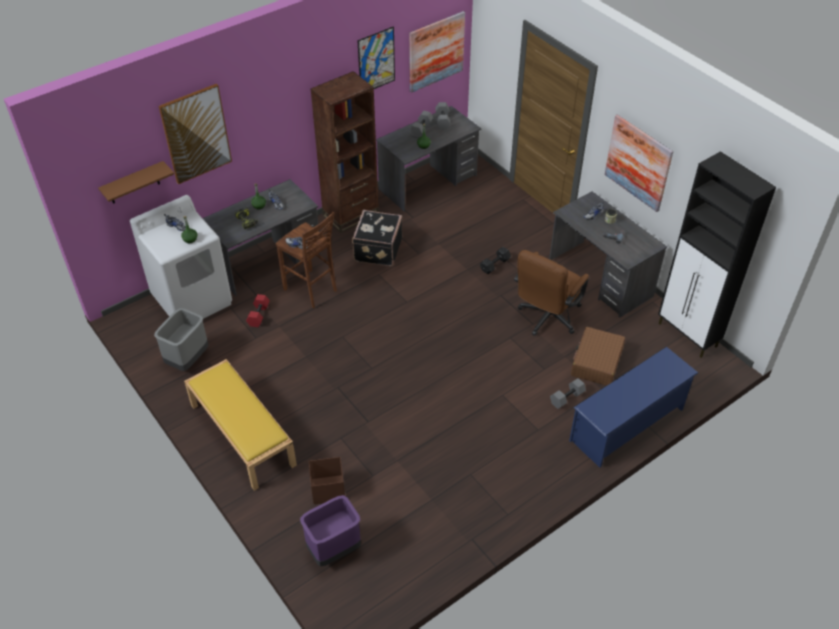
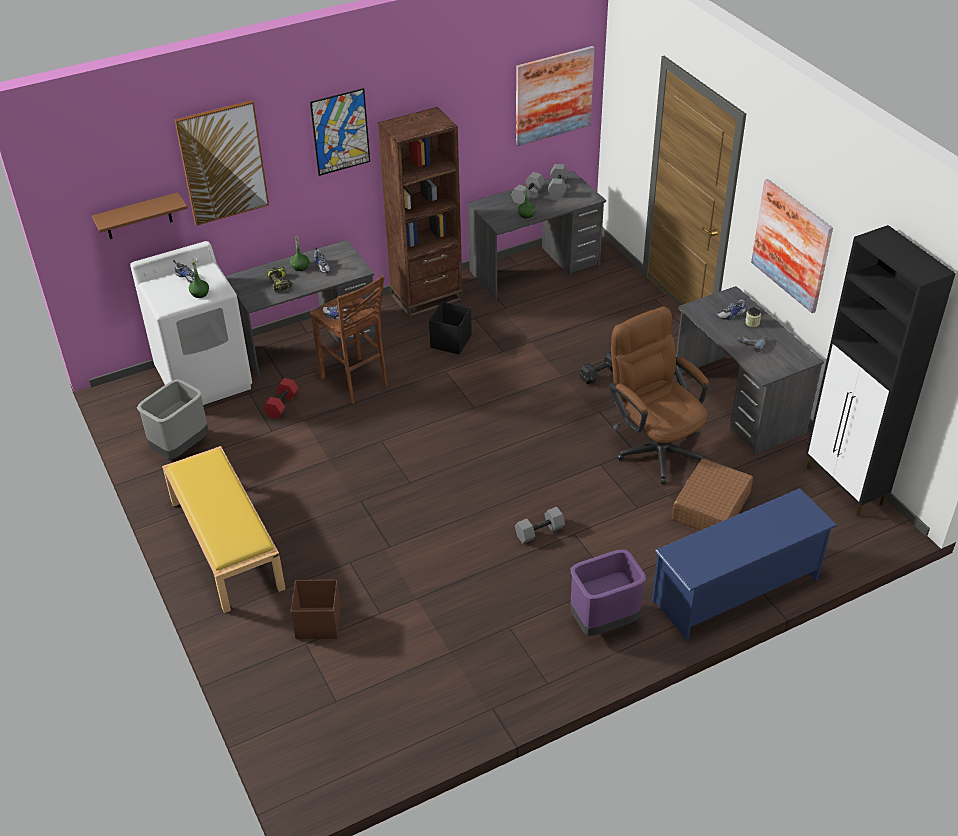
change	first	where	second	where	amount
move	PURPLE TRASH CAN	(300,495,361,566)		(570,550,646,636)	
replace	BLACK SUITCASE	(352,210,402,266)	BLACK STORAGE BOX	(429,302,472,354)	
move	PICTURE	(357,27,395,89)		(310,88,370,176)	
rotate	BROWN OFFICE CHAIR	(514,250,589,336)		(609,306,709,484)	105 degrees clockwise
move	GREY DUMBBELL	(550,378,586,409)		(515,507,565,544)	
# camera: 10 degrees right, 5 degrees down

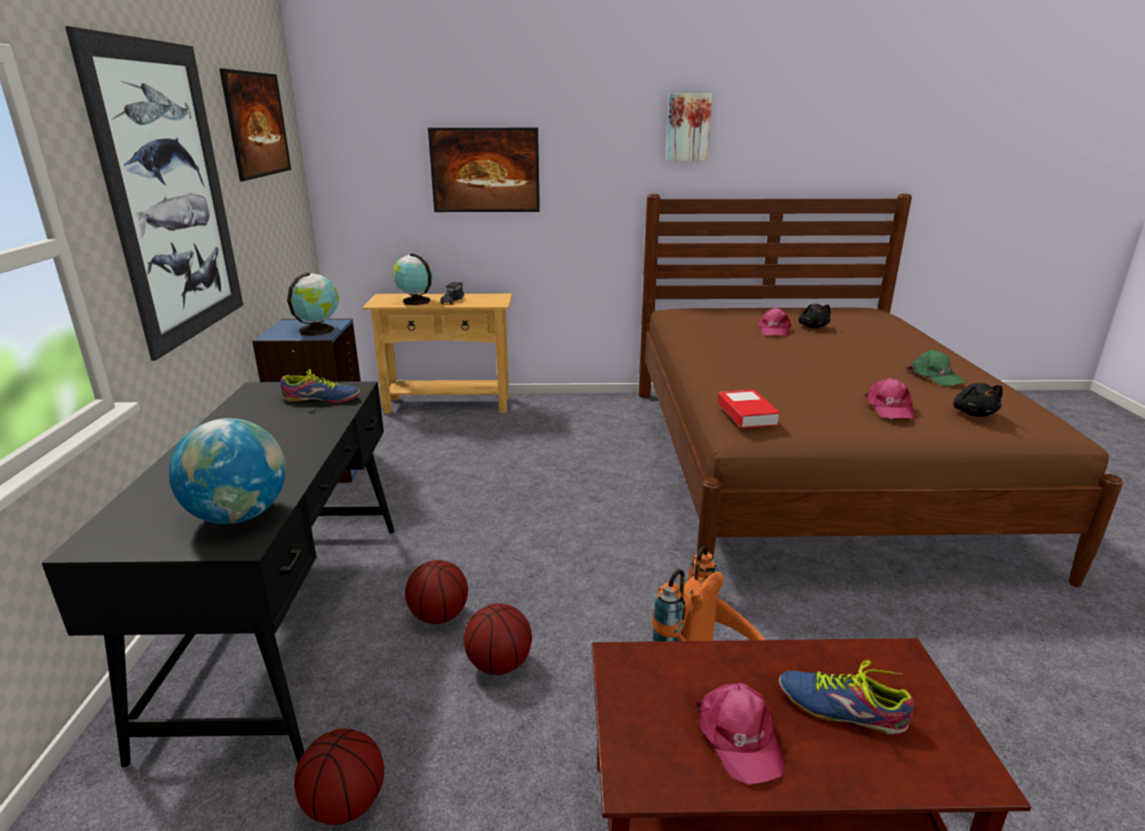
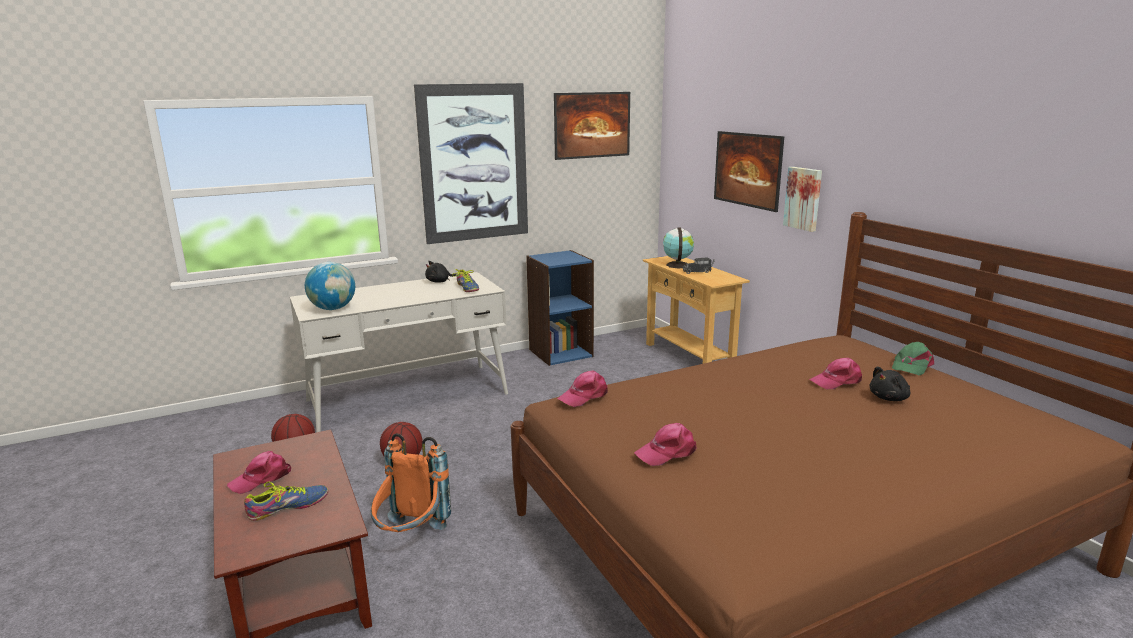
change	first	where	second	where	amount
recolor	BLACK DESK	(42,381,395,767)	WHITE DESK	(290,272,508,432)	
delete	GLOBE	(287,272,339,336)			
delete	BASKETBALL	(405,560,468,624)			
move	PICTURE	(666,93,712,161)		(783,167,822,232)	
replace	BOOK	(718,390,780,428)	PINK CAP	(557,371,608,407)	
rotate	SHOE	(779,660,914,735)		(244,482,328,521)	60 degrees clockwise
move	GREEN CAP	(907,350,965,386)		(892,342,934,375)	
move	BLACK PLUSH TOY	(953,383,1003,417)		(425,261,456,283)	
# camera: 65 degrees right, 5 degrees down

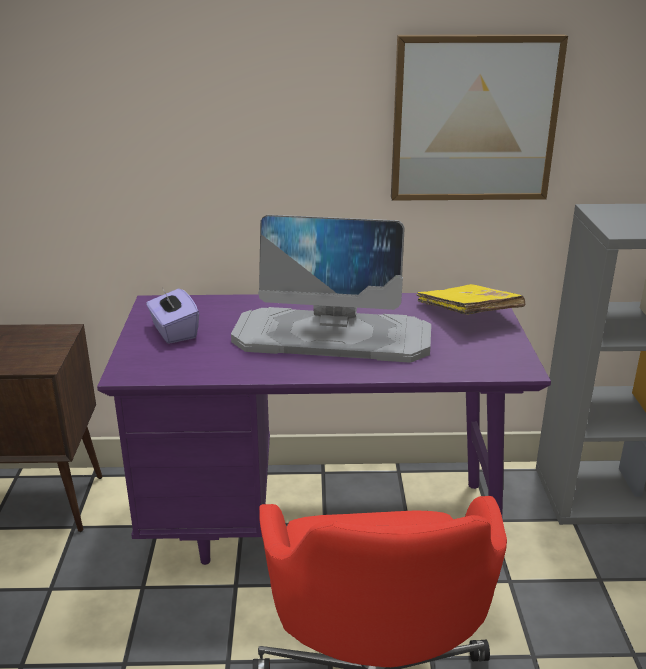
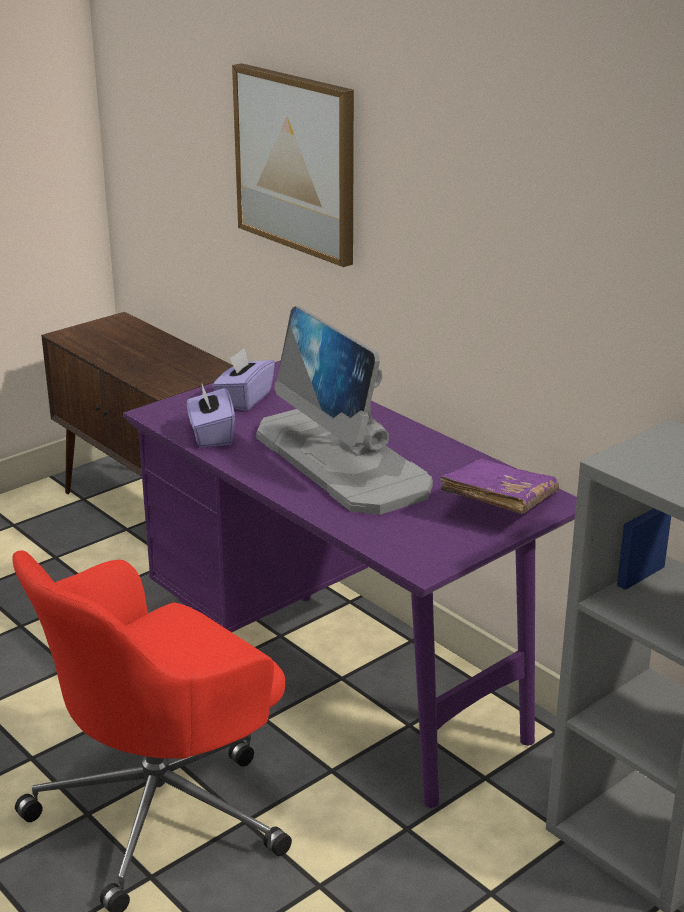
change	first	where	second	where	amount
move	PICTURE	(391,34,568,201)		(232,63,354,267)	
recolor	YELLOW BOOK	(417,284,525,315)	PURPLE BOOK	(440,458,559,514)	
insert			PURPLE TISSUE BOX	(187,384,235,447)	
# camera: 50 degrees right, 0 degrees up

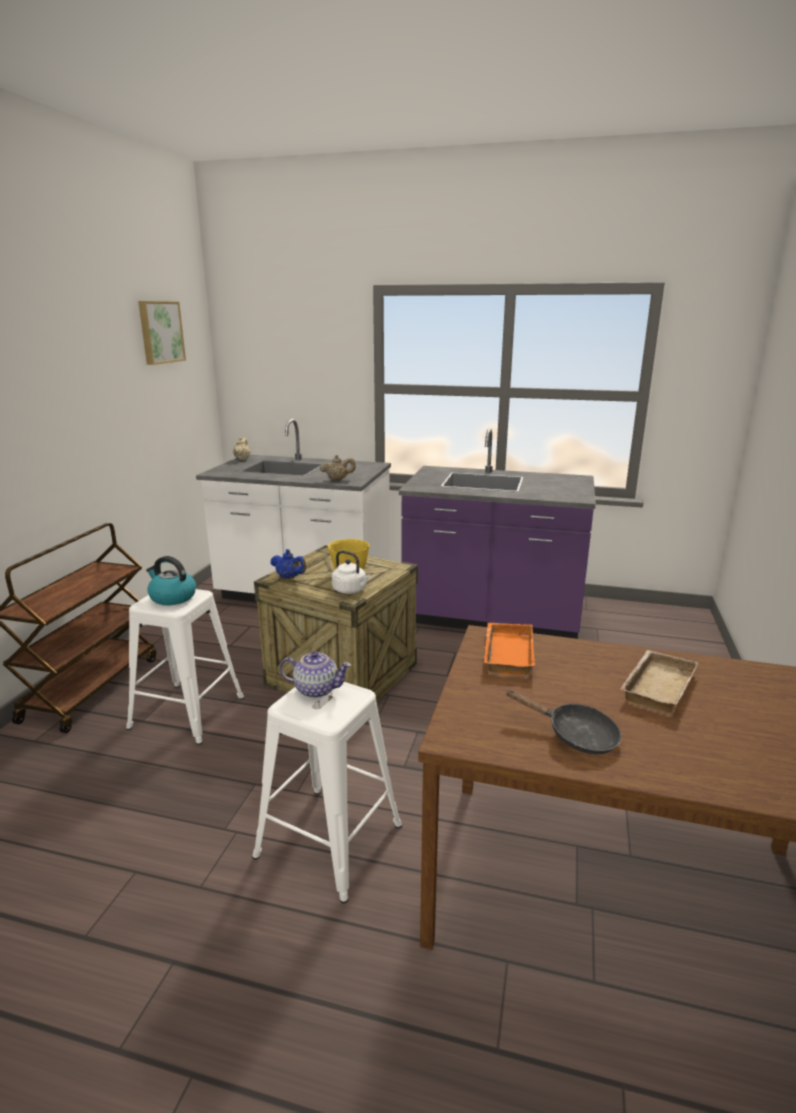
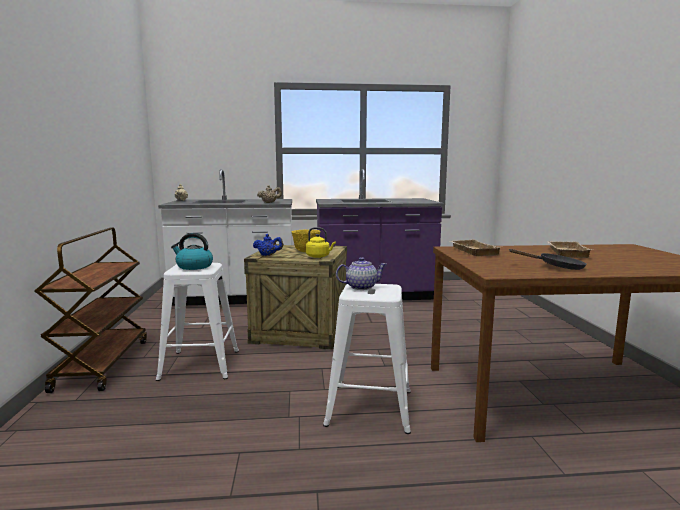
change	first	where	second	where	amount
delete	PICTURE	(138,301,186,365)			
recolor	WHITE KETTLE	(332,550,371,594)	YELLOW KETTLE	(306,227,336,258)	
recolor	ORANGE TRAY	(484,623,535,675)	BEIGE TRAY	(450,239,500,256)	
# camera: 20 degrees left, 10 degrees down

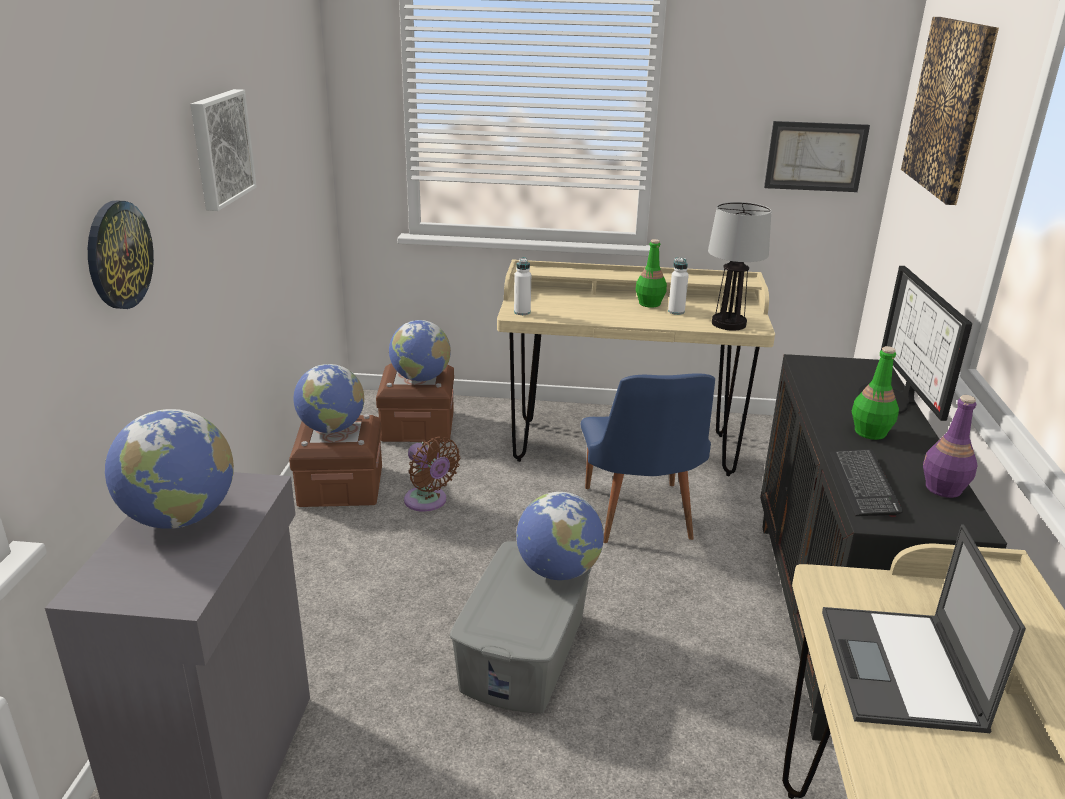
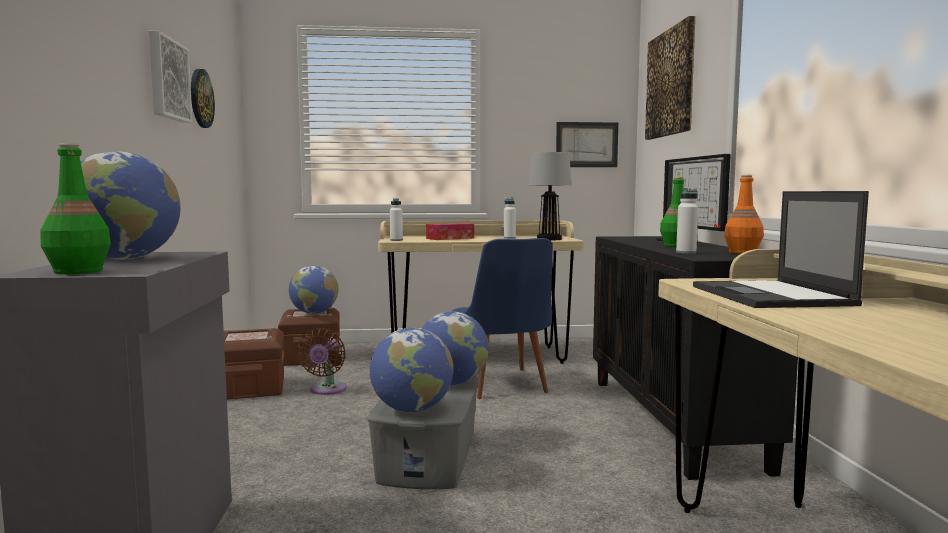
change	first	where	second	where	amount
move	WALL CLOCK	(88,201,154,309)		(191,69,215,128)	
move	GLOBE	(294,364,364,433)		(370,328,453,413)	
rotate	BROWN FAN	(404,436,460,512)		(297,328,347,395)	60 degrees clockwise
move	GREEN BOTTLE	(636,239,667,308)		(40,143,111,274)	
replace	KEYBOARD	(829,449,903,517)	WHITE BOTTLE	(676,188,698,254)	
recolor	PURPLE BOTTLE	(923,395,978,498)	ORANGE BOTTLE	(724,175,764,254)	
insert			TISSUE BOX	(426,223,474,240)	
# camera: 10 degrees left, 20 degrees down

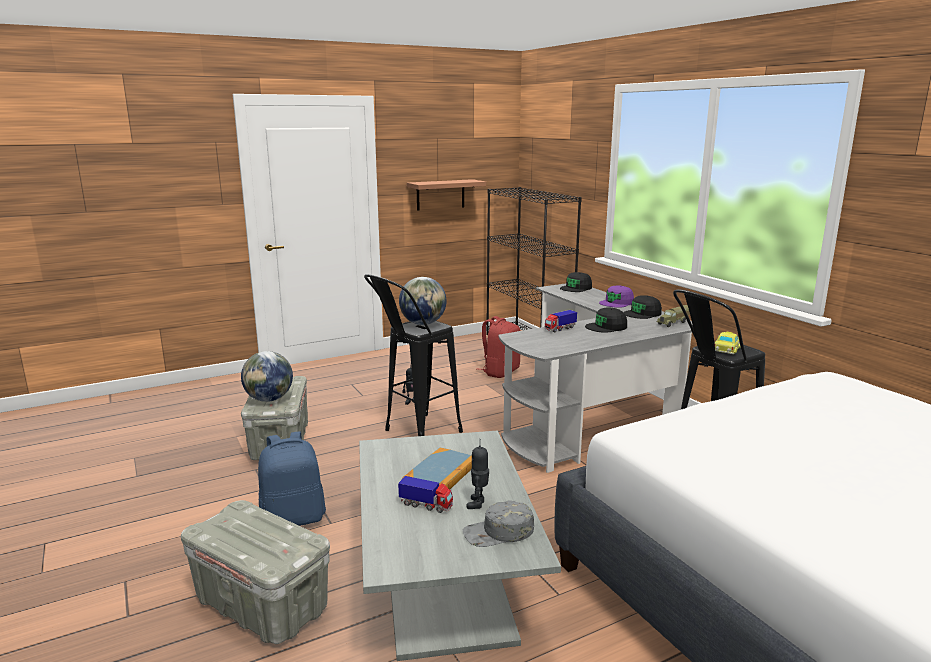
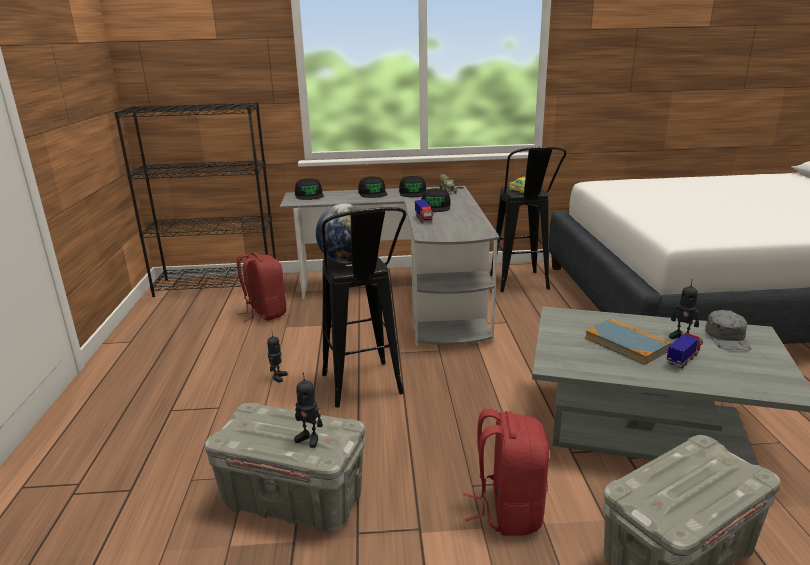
change	first	where	second	where	amount
replace	GLOBE	(241,351,293,402)	TOY ROBOT	(294,372,323,448)	
recolor	BLUE BACKPACK	(258,431,326,526)	RED BACKPACK	(463,409,549,536)	
delete	SHELF	(407,179,486,211)			
recolor	PURPLE CAP	(599,286,634,308)	BLACK CAP	(358,177,388,198)	
# camera: 65 degrees left, 5 degrees up

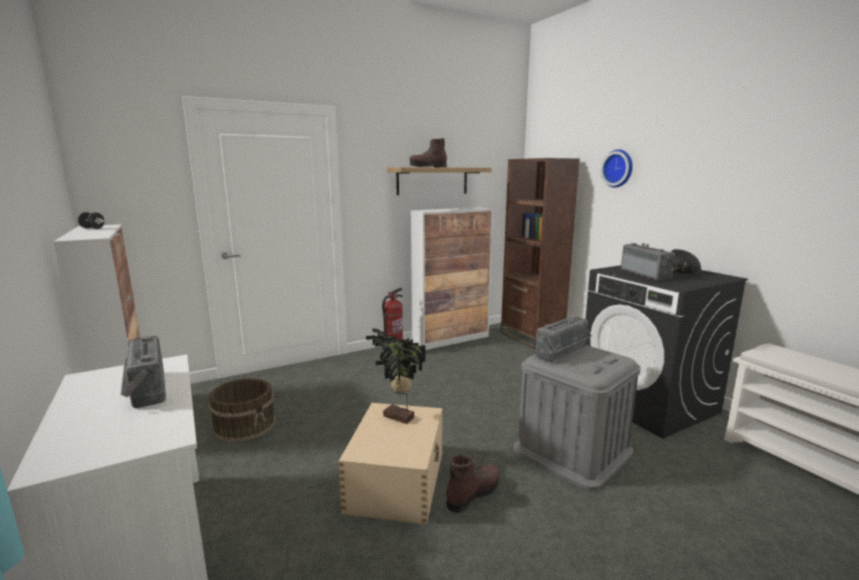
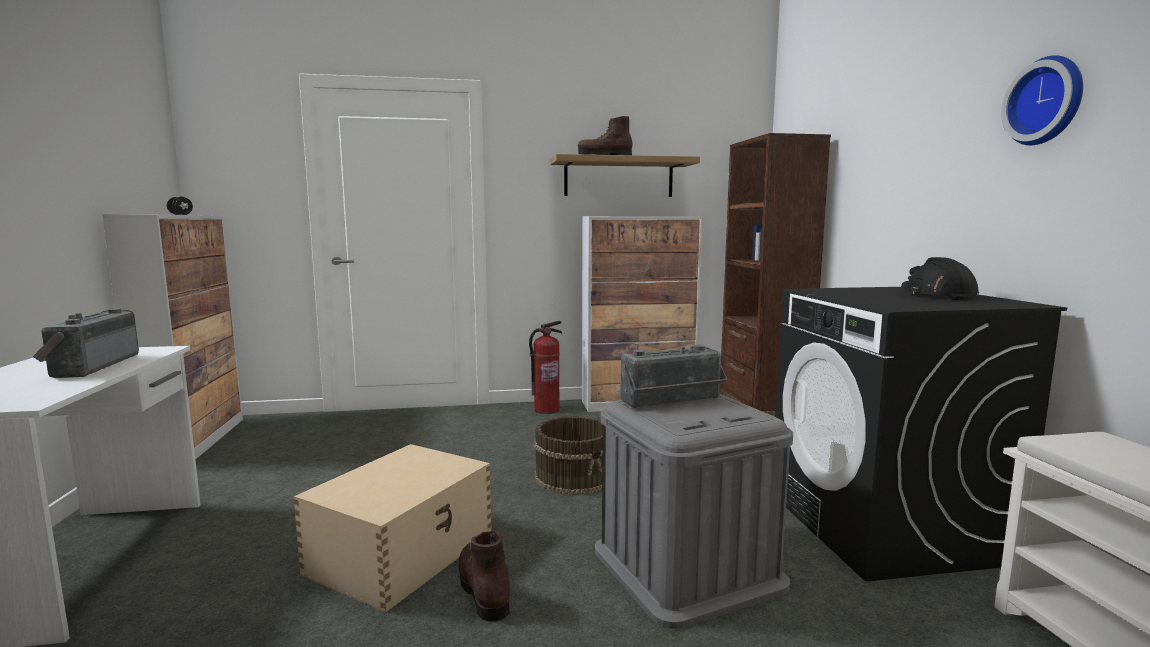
change	first	where	second	where	amount
move	BROWN BUCKET	(209,378,276,442)		(534,416,603,495)	
delete	POTTED PLANT	(366,328,425,424)			
rotate	BROWN BOOT	(446,455,499,513)		(459,531,510,622)	90 degrees counterclockwise
move	WALL CLOCK	(601,149,633,188)		(1001,55,1083,145)	
delete	RADIO	(621,243,678,281)			
# camera: 20 degrees right, 5 degrees down

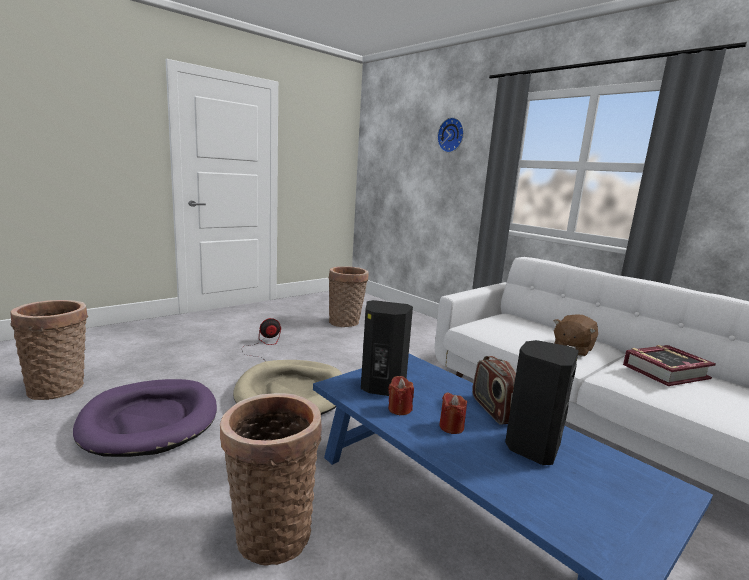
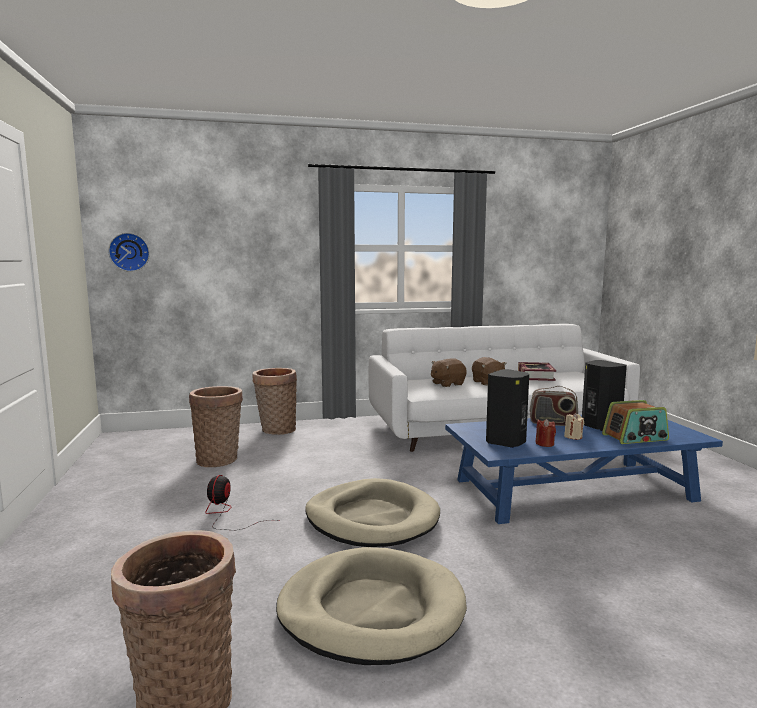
change	first	where	second	where	amount
recolor	PURPLE DOG BED	(73,379,217,457)	BEIGE DOG BED	(276,547,467,665)	
move	BASKET	(220,393,322,566)		(252,368,297,435)	
move	WALL CLOCK	(437,117,464,153)		(108,233,150,272)	
recolor	RED CANDLE	(439,392,467,434)	BEIGE CANDLE	(564,413,584,440)	
insert			BROWN PLUSH TOY	(431,358,467,387)	
insert			RADIO	(602,400,669,444)	
# camera: 60 degrees left, 5 degrees down

